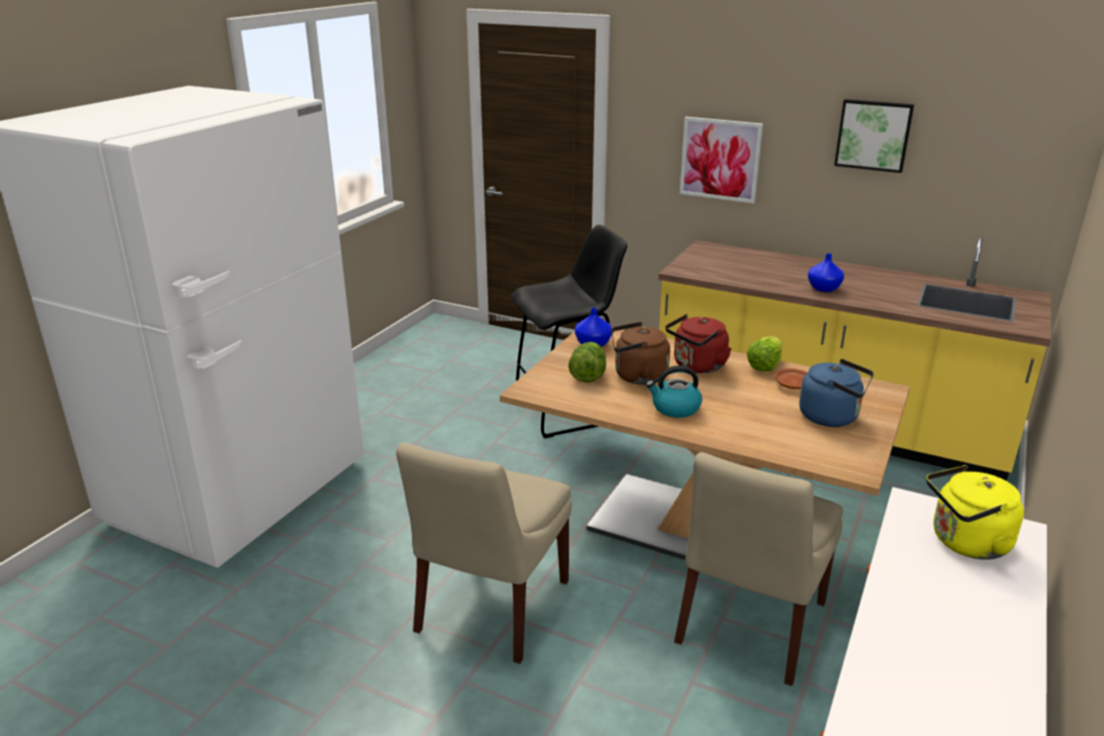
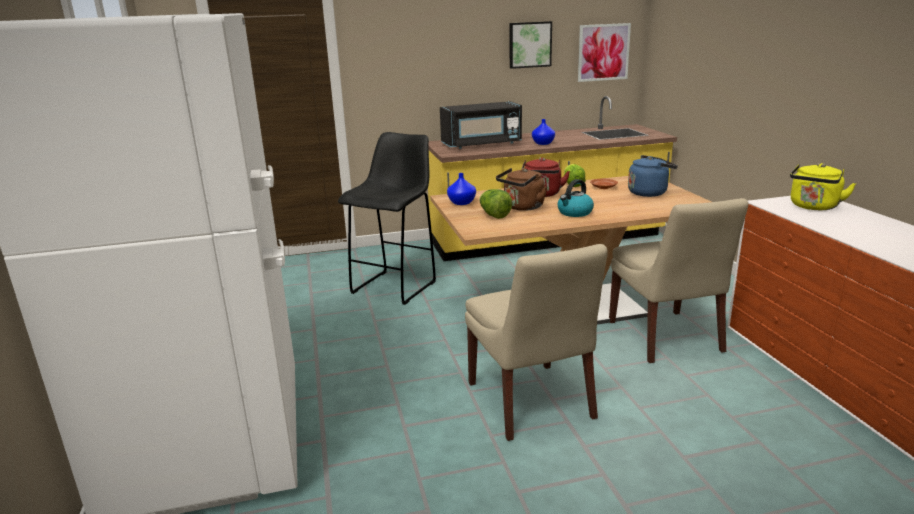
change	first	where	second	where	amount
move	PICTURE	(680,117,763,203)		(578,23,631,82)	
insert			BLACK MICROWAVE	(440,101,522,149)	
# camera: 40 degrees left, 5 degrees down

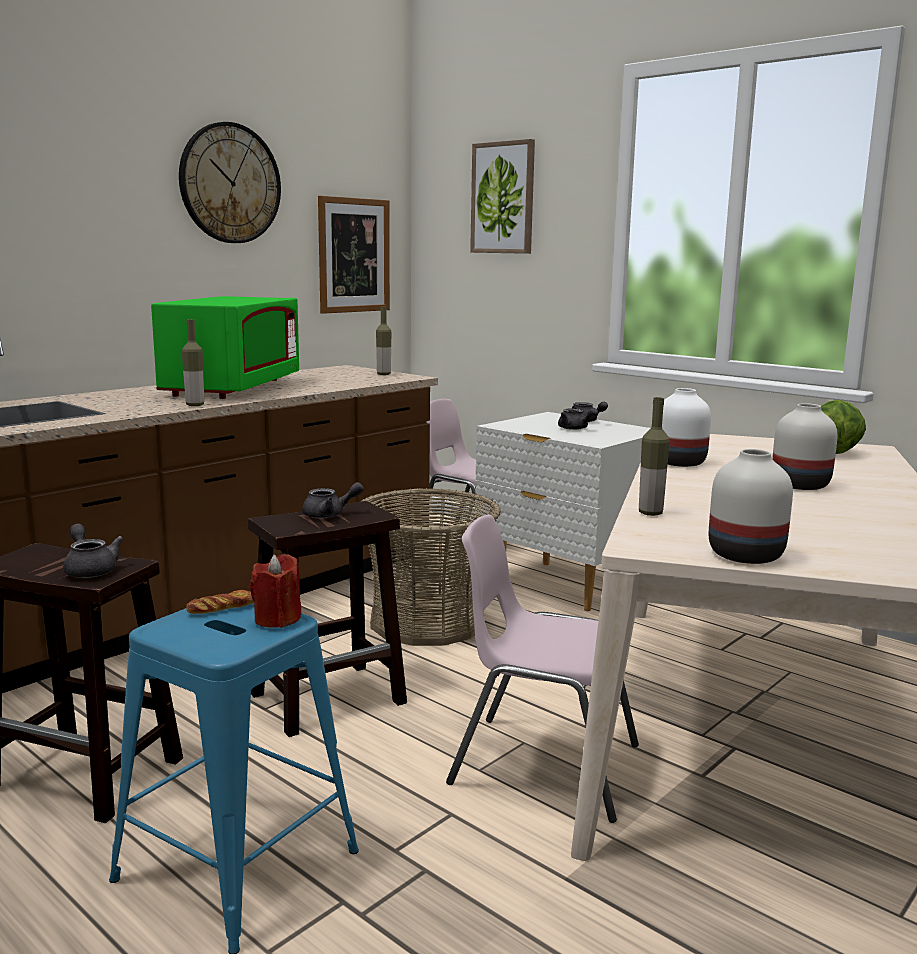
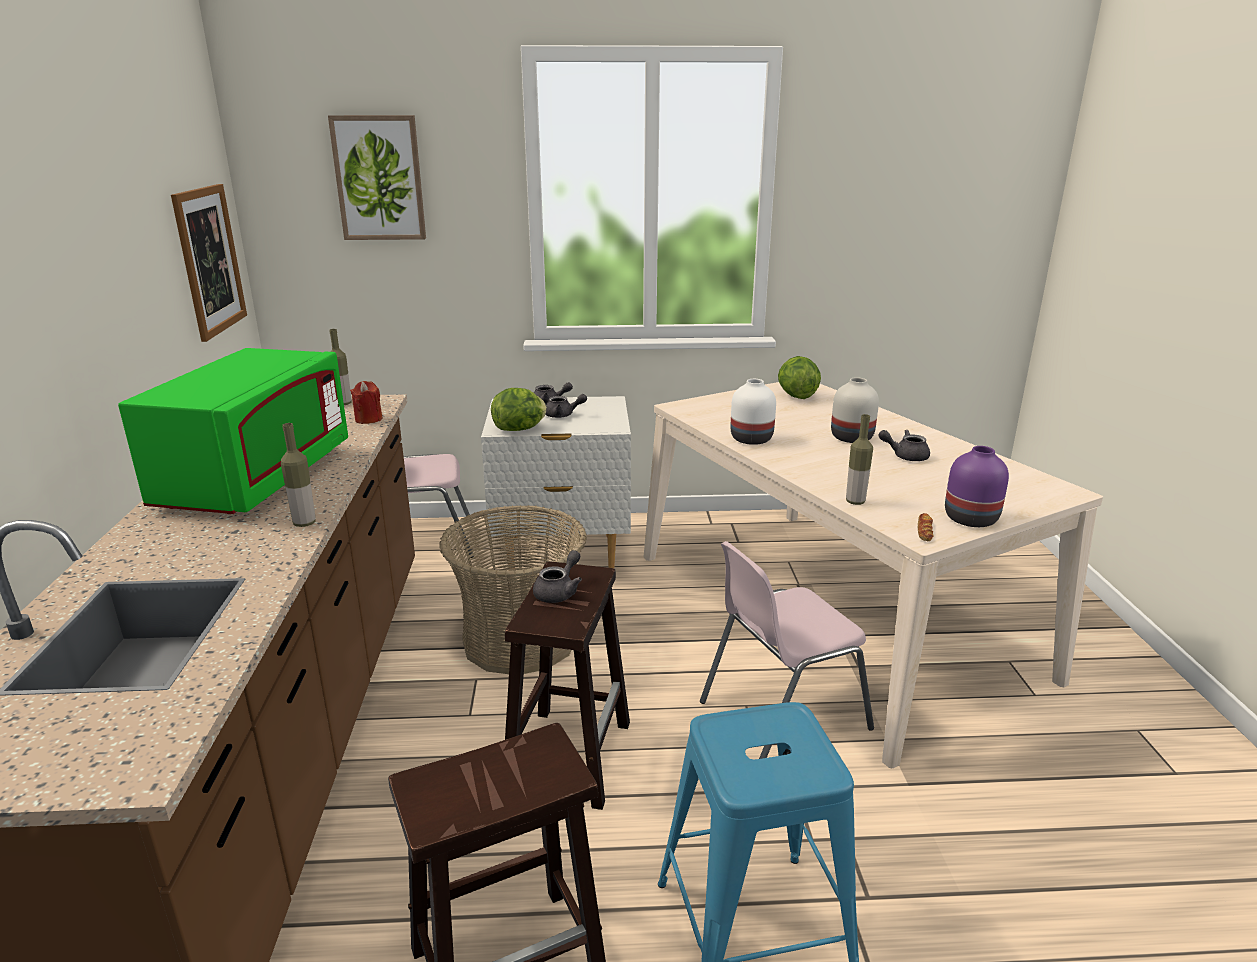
change	first	where	second	where	amount
move	GREY TEAPOT	(63,524,124,578)		(878,430,930,461)	
rotate	GREEN MICROWAVE	(151,296,299,399)		(118,348,348,514)	45 degrees clockwise
delete	WALL CLOCK	(179,122,281,243)			
move	BREAD	(186,590,254,614)		(918,513,934,541)	
move	RED CANDLE	(250,554,301,628)		(350,381,383,424)	
recolor	WHITE VASE	(709,449,793,564)	PURPLE VASE	(945,446,1009,527)	
insert			LETTUCE	(491,388,547,431)	
# camera: 45 degrees left, 10 degrees up

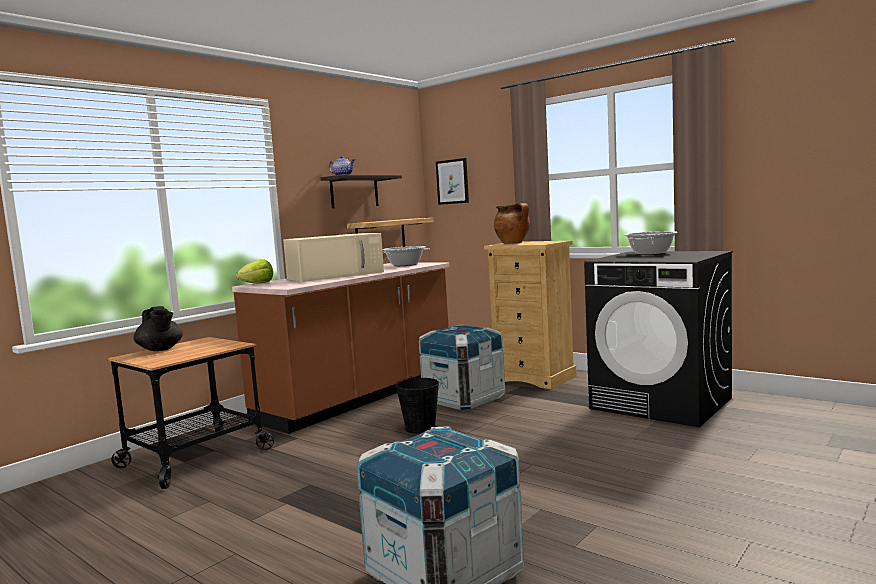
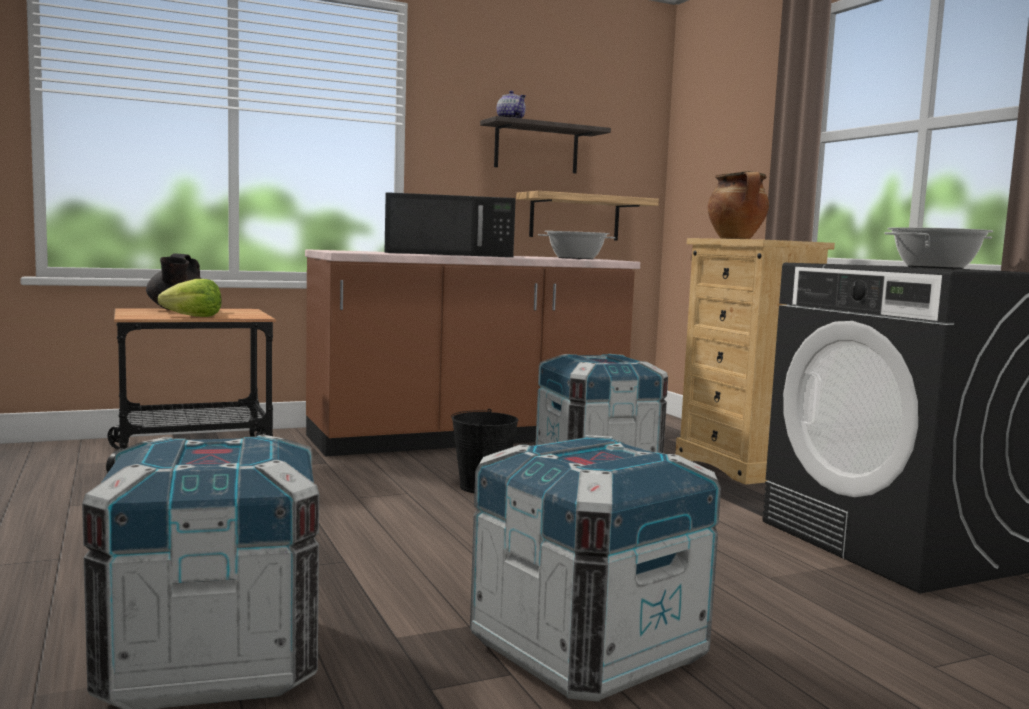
change	first	where	second	where	amount
move	LETTUCE	(236,259,273,283)		(158,279,221,317)	
recolor	BEIGE MICROWAVE	(283,233,384,282)	BLACK MICROWAVE	(384,192,516,257)	
delete	PICTURE	(436,158,469,205)			
insert			CRATE	(470,435,721,702)	
# camera: 25 degrees right, 0 degrees up

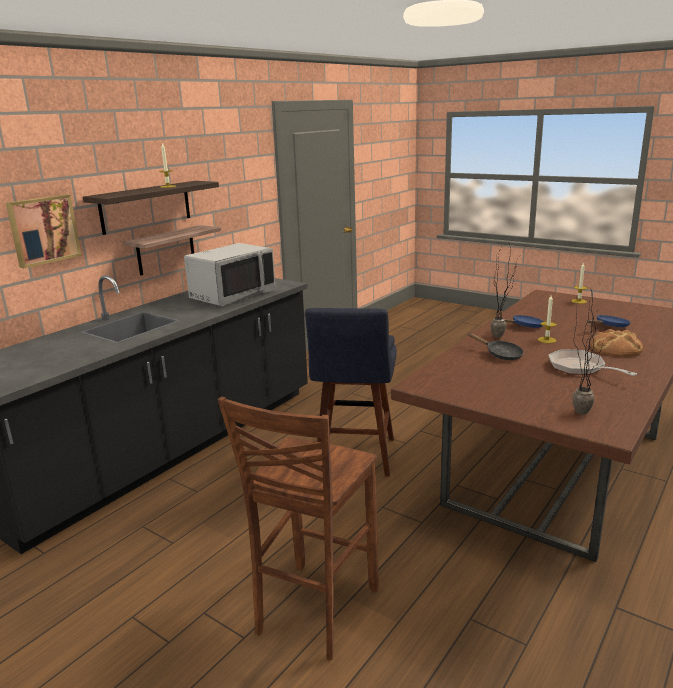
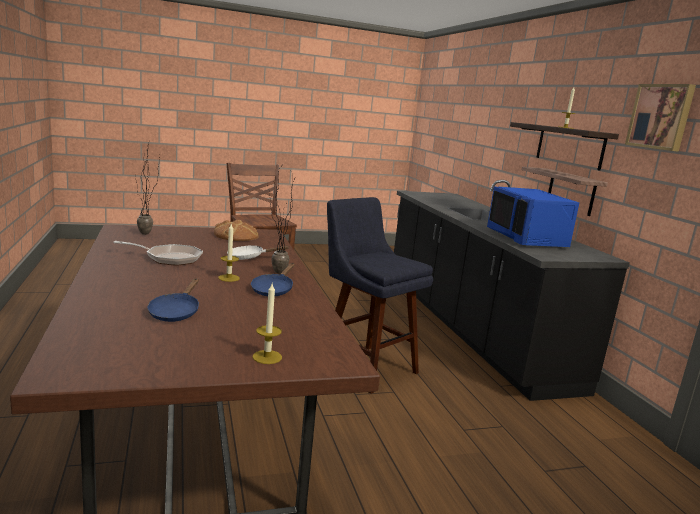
change	first	where	second	where	amount
move	PICTURE	(6,194,81,268)		(625,84,696,152)	
recolor	GREY MICROWAVE	(184,243,276,306)	BLUE MICROWAVE	(487,187,580,247)	
recolor	BLACK FRYING PAN	(468,333,524,360)	WHITE FRYING PAN	(227,246,289,260)	
move	BREAD	(590,329,643,356)		(214,220,259,241)	
# camera: 125 degrees right, 5 degrees down

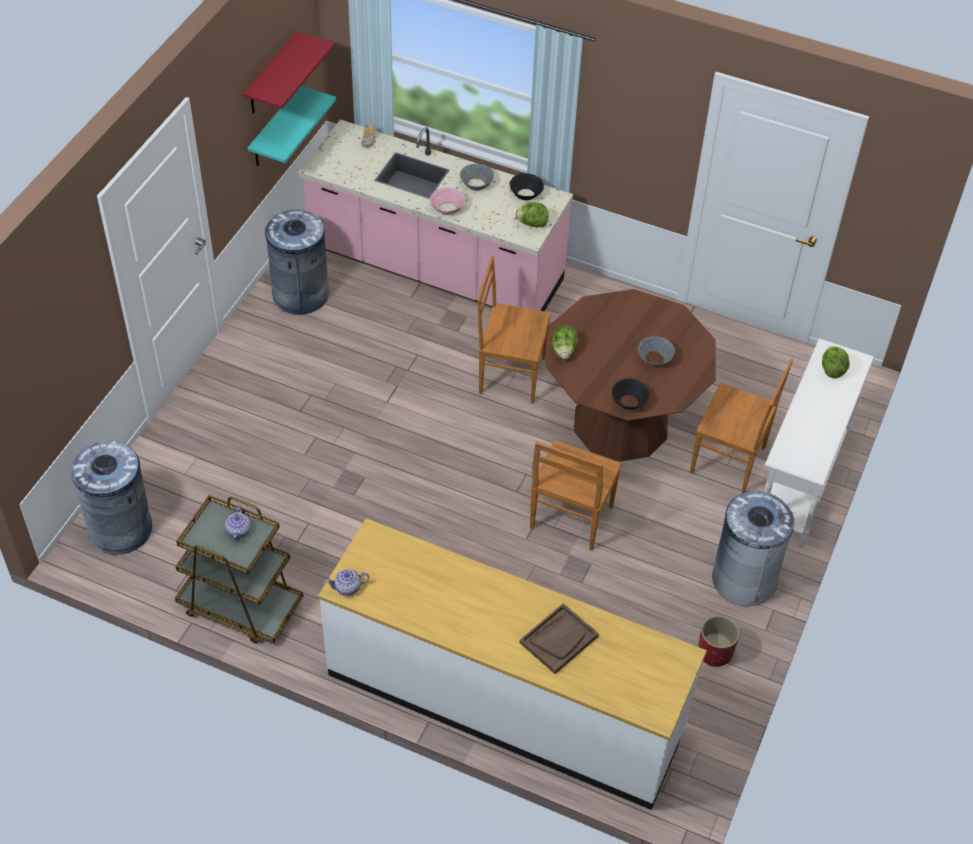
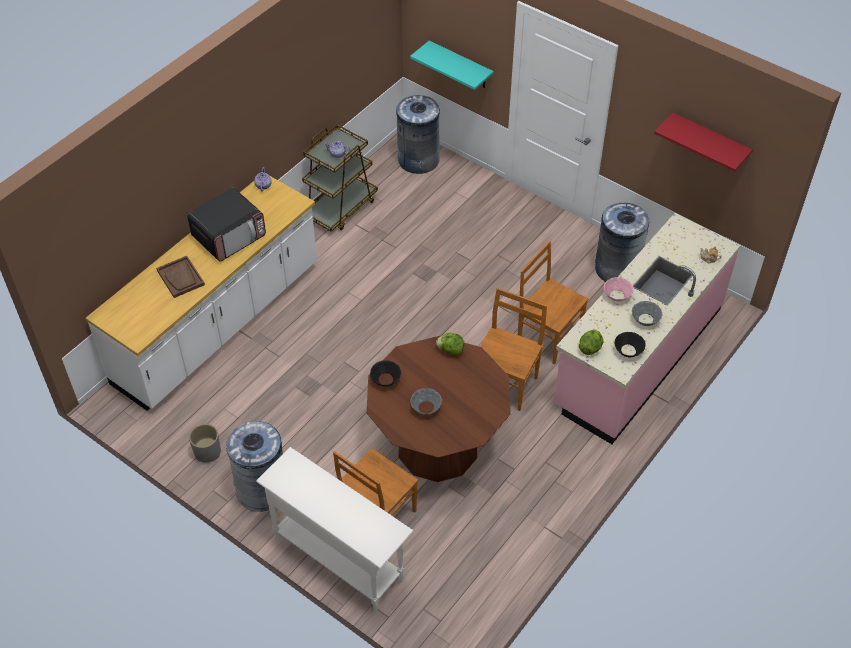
change	first	where	second	where	amount
move	TURQUOISE SHELF	(248,86,336,166)		(410,41,494,90)	
move	BROWN CHAIR	(530,440,622,551)		(518,241,588,365)	
recolor	RED PLANTER	(698,615,740,667)	GREY PLANTER	(189,424,221,463)	
delete	LETTUCE	(822,346,850,378)			
insert			MICROWAVE	(187,188,266,261)	
# camera: 105 degrees right, 0 degrees up

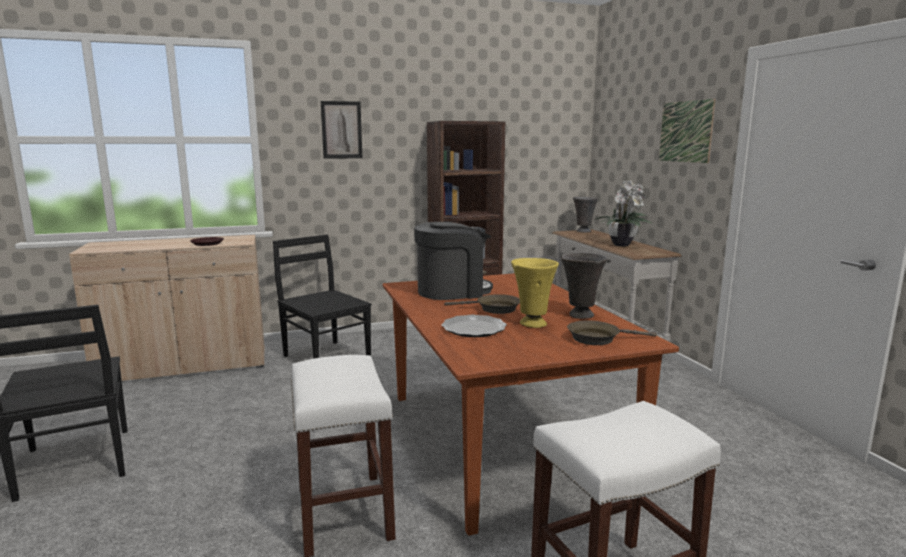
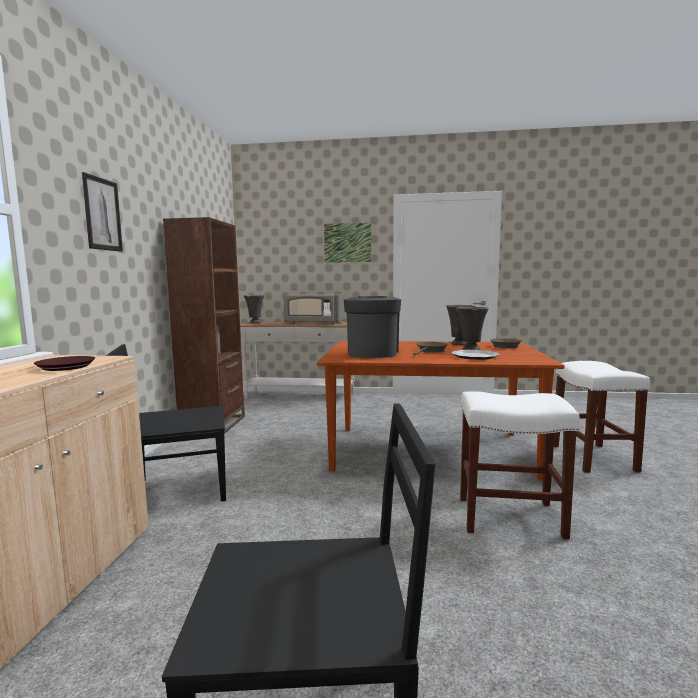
change	first	where	second	where	amount
recolor	YELLOW VASE	(511,258,559,328)	GREY VASE	(456,307,489,350)	
replace	POTTED PLANT	(594,180,651,247)	GREY MICROWAVE	(283,294,345,324)	
# camera: 65 degrees left, 5 degrees down

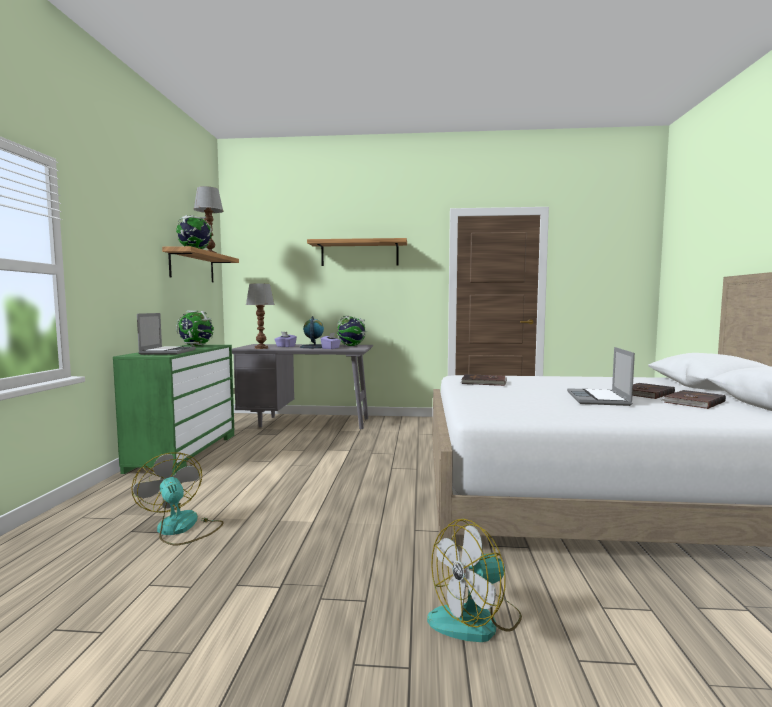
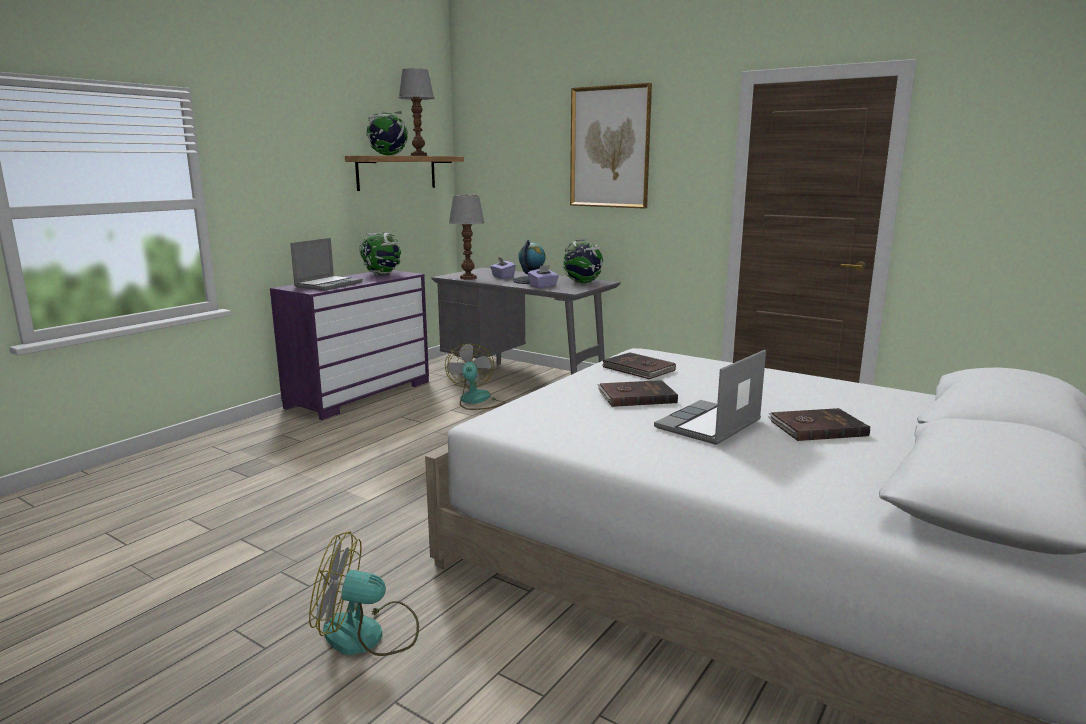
change	first	where	second	where	amount
recolor	GREEN DRESSER	(113,345,234,476)	PURPLE DRESSER	(270,270,429,420)	
move	FAN	(131,452,224,546)		(445,344,505,410)	
replace	SHELF	(307,238,407,266)	PICTURE	(570,83,652,209)	
move	BROWN BOOK	(662,390,726,409)		(597,380,678,407)	
# camera: 30 degrees right, 10 degrees up

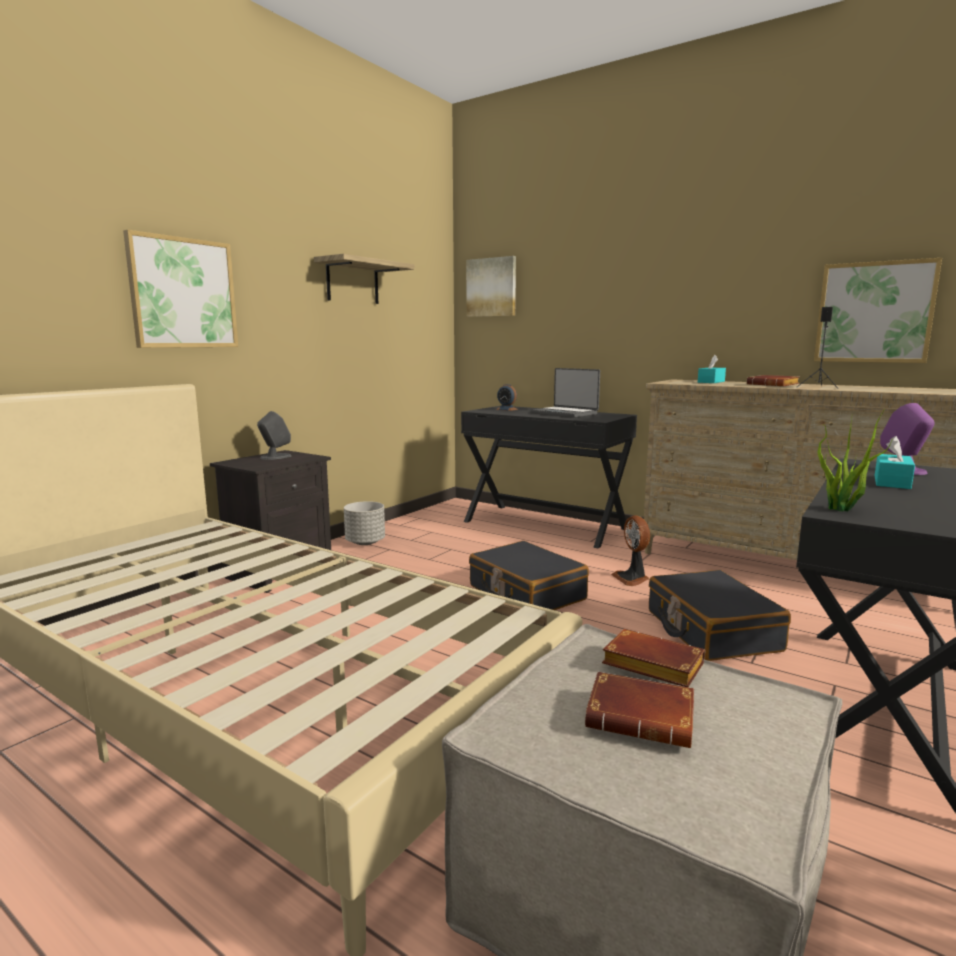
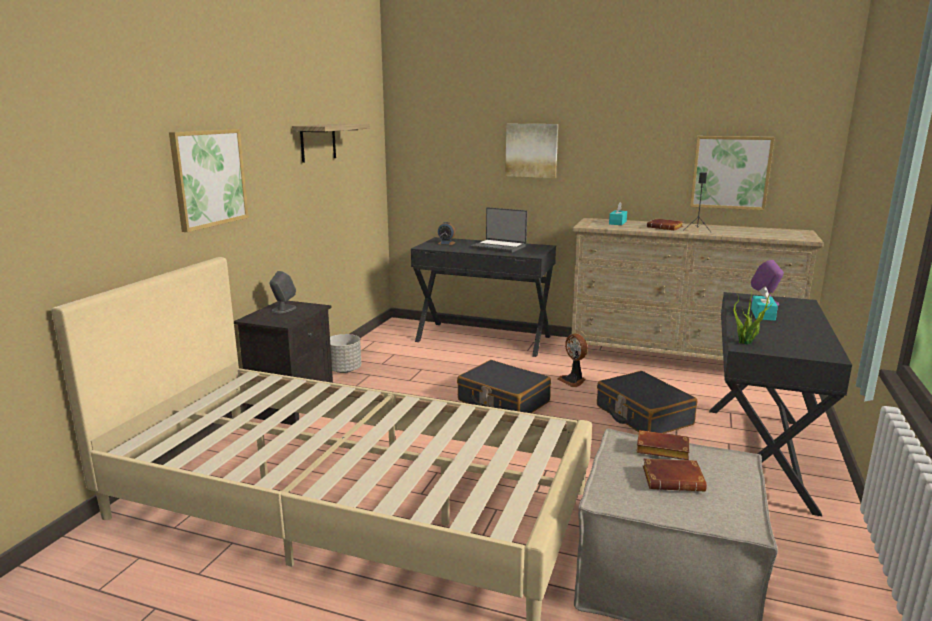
change	first	where	second	where	amount
move	PICTURE	(466,256,516,317)		(505,124,558,178)	
# camera: 15 degrees left, 5 degrees up

